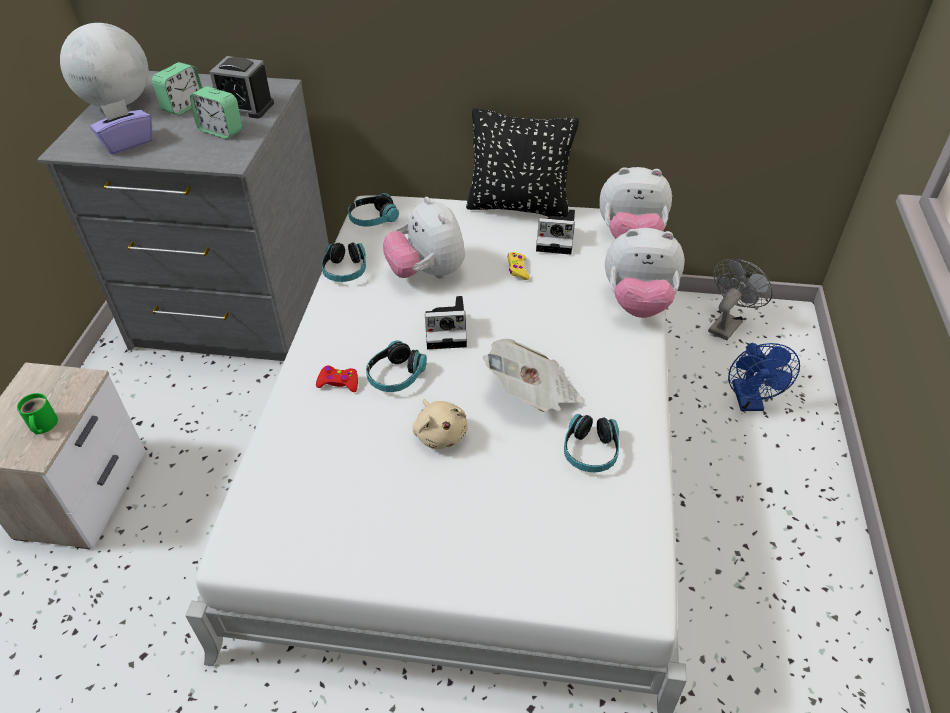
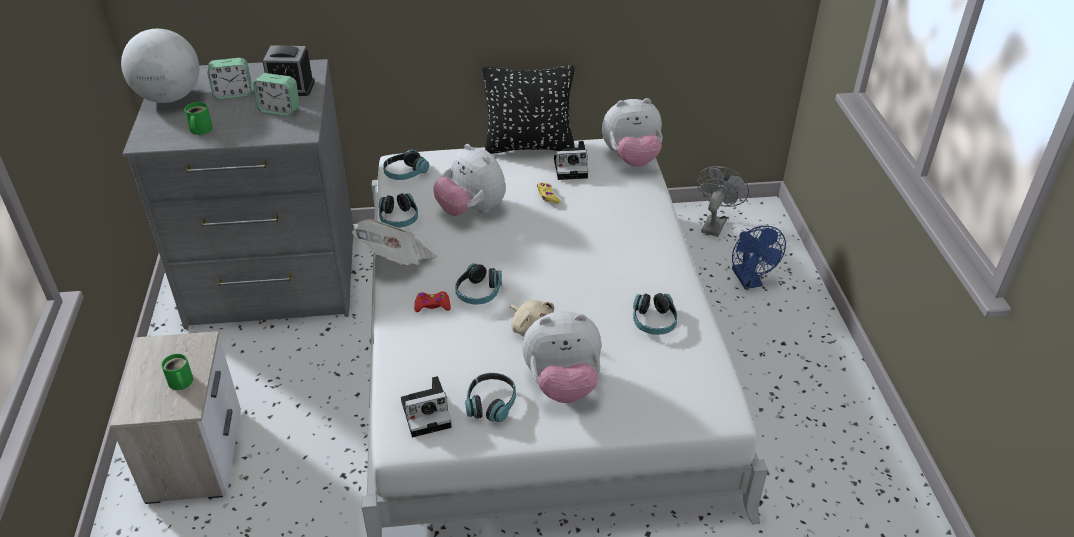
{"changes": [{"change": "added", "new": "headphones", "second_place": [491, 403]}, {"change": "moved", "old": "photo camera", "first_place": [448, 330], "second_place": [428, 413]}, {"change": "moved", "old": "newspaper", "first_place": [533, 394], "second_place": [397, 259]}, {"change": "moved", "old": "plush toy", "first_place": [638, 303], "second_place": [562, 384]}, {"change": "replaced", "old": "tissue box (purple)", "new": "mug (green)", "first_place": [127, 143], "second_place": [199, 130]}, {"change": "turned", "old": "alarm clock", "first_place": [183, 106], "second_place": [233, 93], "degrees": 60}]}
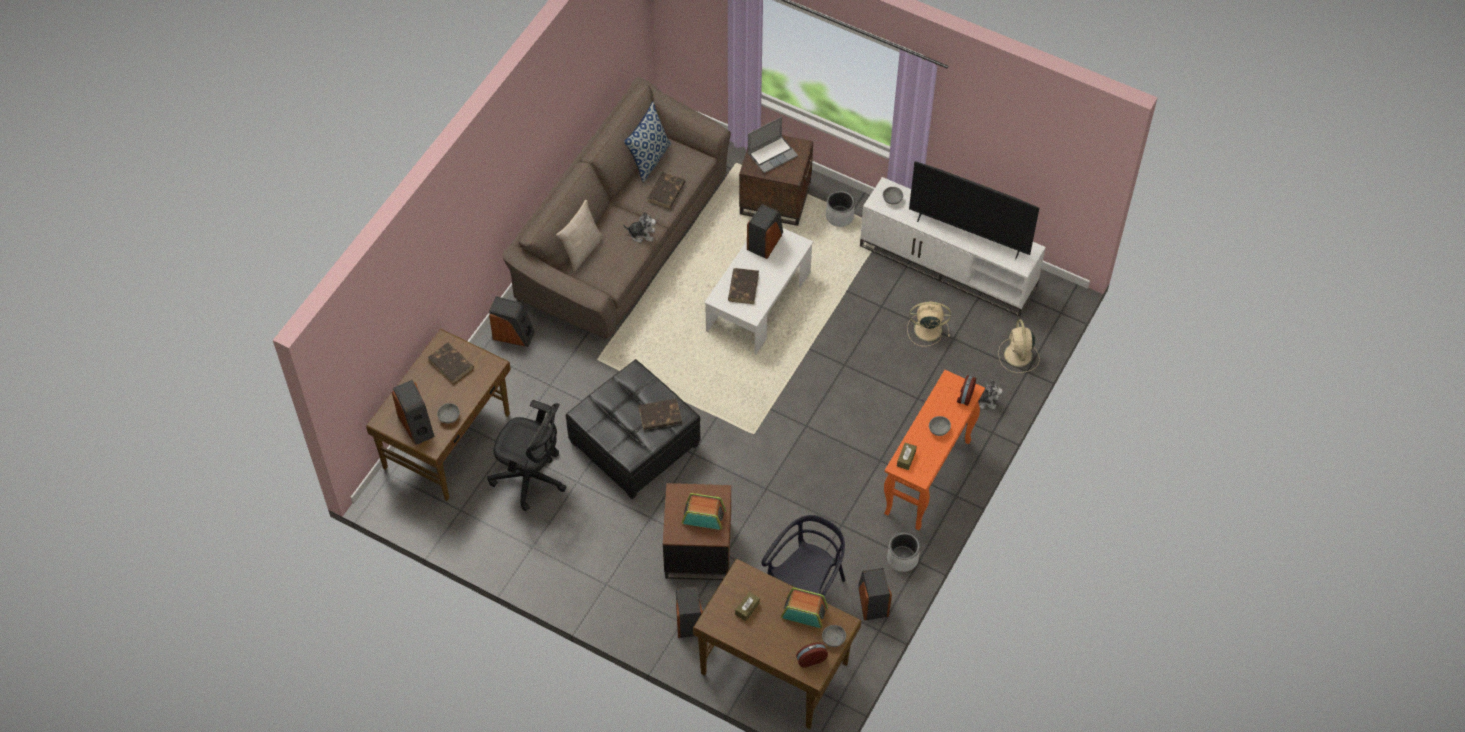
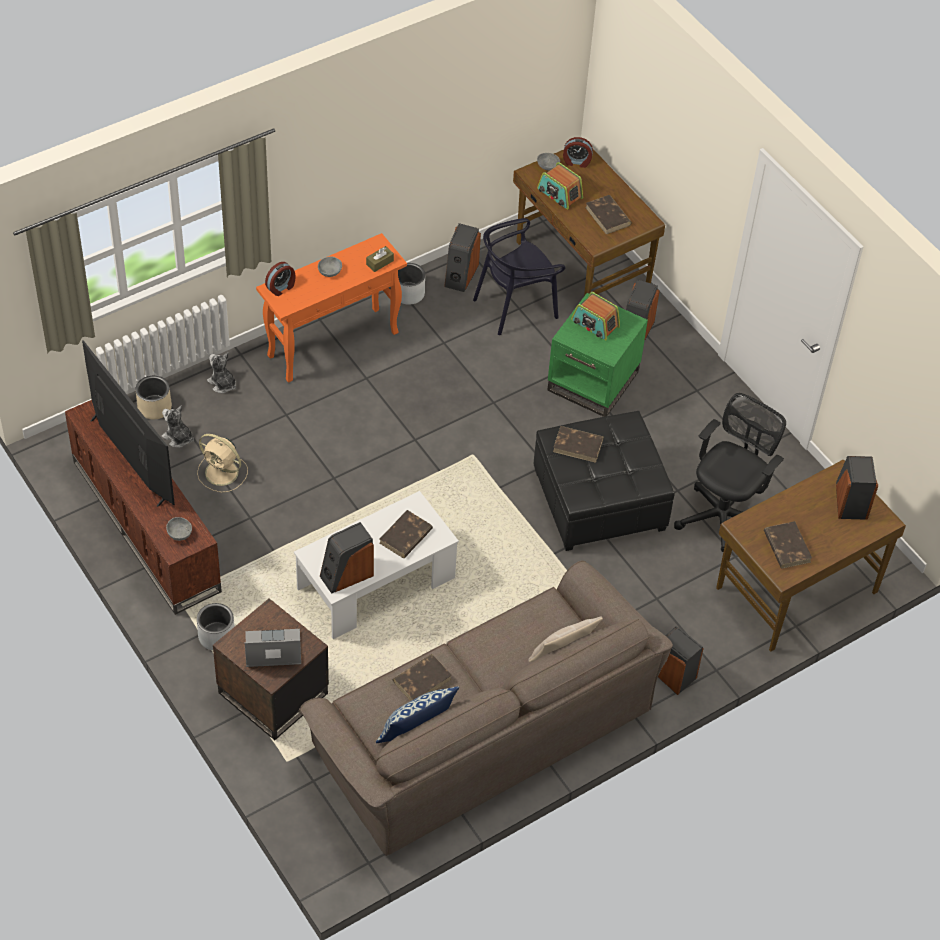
{"changes": [{"change": "removed", "old": "bowl (grey)", "first_place": [449, 417]}, {"change": "moved", "old": "plush toy", "first_place": [641, 234], "second_place": [178, 438]}, {"change": "replaced", "old": "tissue box (brown)", "new": "book (brown)", "first_place": [747, 609], "second_place": [608, 216]}, {"change": "replaced", "old": "fan (beige)", "new": "planter (beige)", "first_place": [1018, 356], "second_place": [154, 407]}, {"change": "recoloured", "old": "side table (brown)", "new": "side table (green)", "first_place": [697, 549], "second_place": [593, 381]}, {"change": "recoloured", "old": "tv stand (white)", "new": "tv stand (brown)", "first_place": [949, 266], "second_place": [144, 525]}, {"change": "turned", "old": "office chair (black)", "first_place": [531, 478], "second_place": [723, 514], "degrees": 75}]}
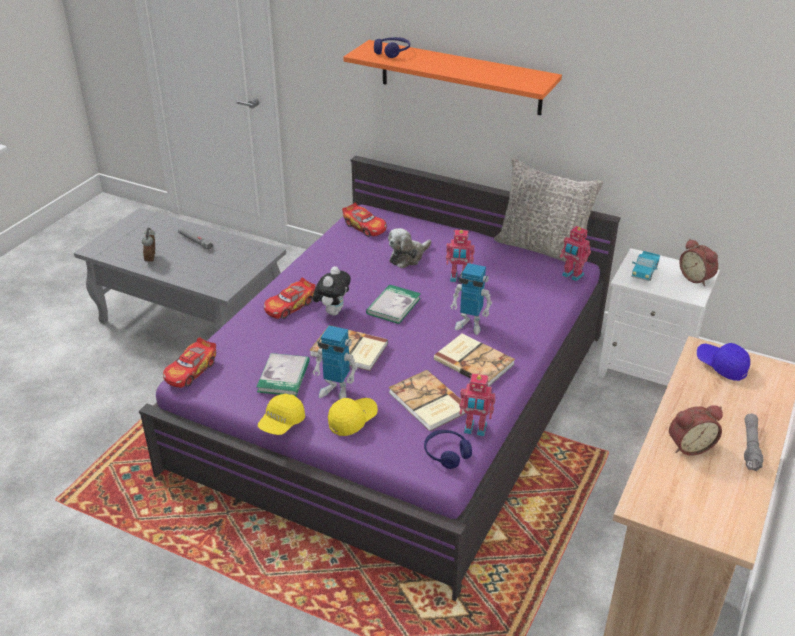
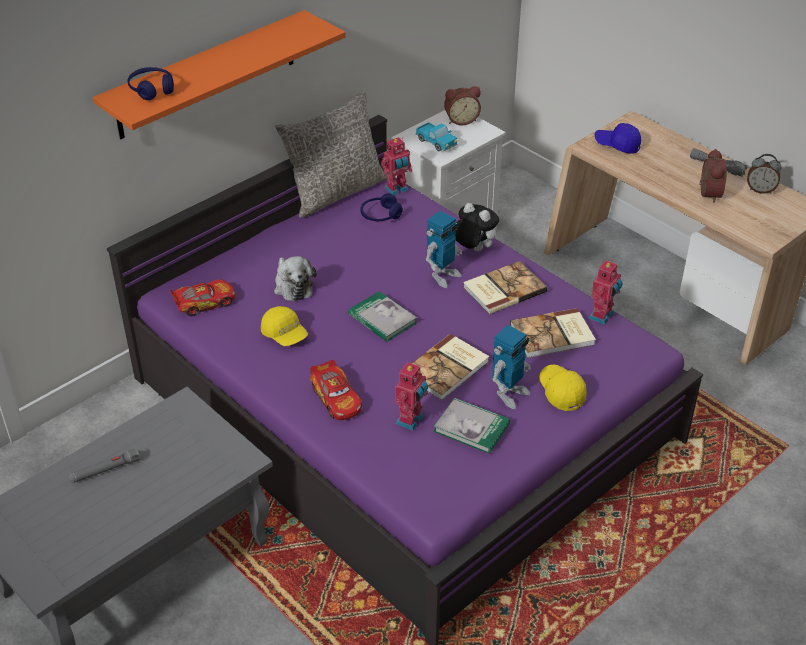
{"changes": [{"change": "removed", "old": "toy car", "first_place": [191, 371]}, {"change": "moved", "old": "alarm clock", "first_place": [152, 259], "second_place": [760, 190]}, {"change": "moved", "old": "cap (yellow)", "first_place": [282, 423], "second_place": [285, 335]}, {"change": "moved", "old": "plush toy", "first_place": [333, 311], "second_place": [473, 249]}, {"change": "moved", "old": "headphones (blue)", "first_place": [446, 453], "second_place": [380, 215]}, {"change": "moved", "old": "toy robot", "first_place": [458, 279], "second_place": [411, 421]}, {"change": "turned", "old": "cap (blue)", "first_place": [721, 366], "second_place": [617, 145], "degrees": 45}]}
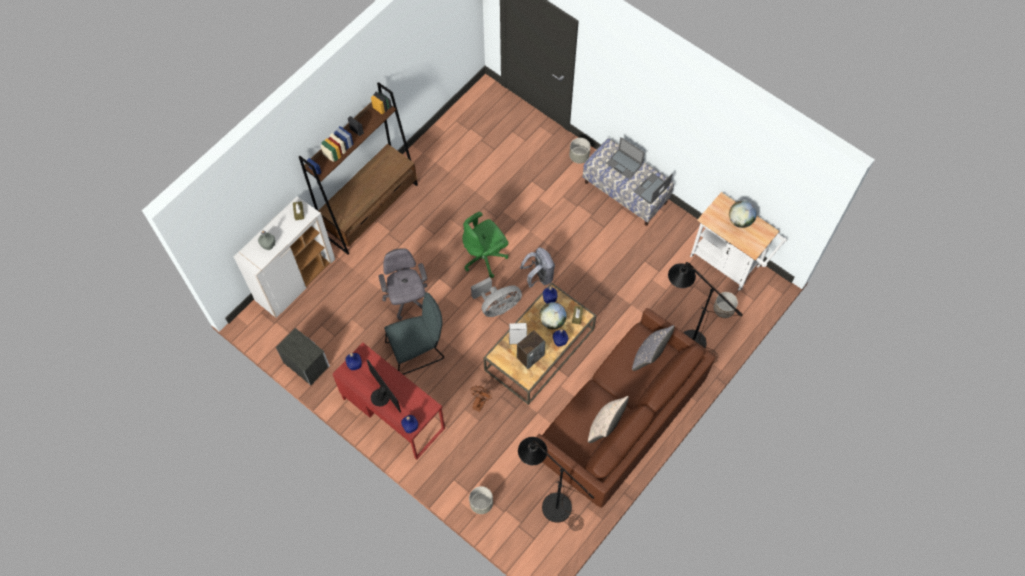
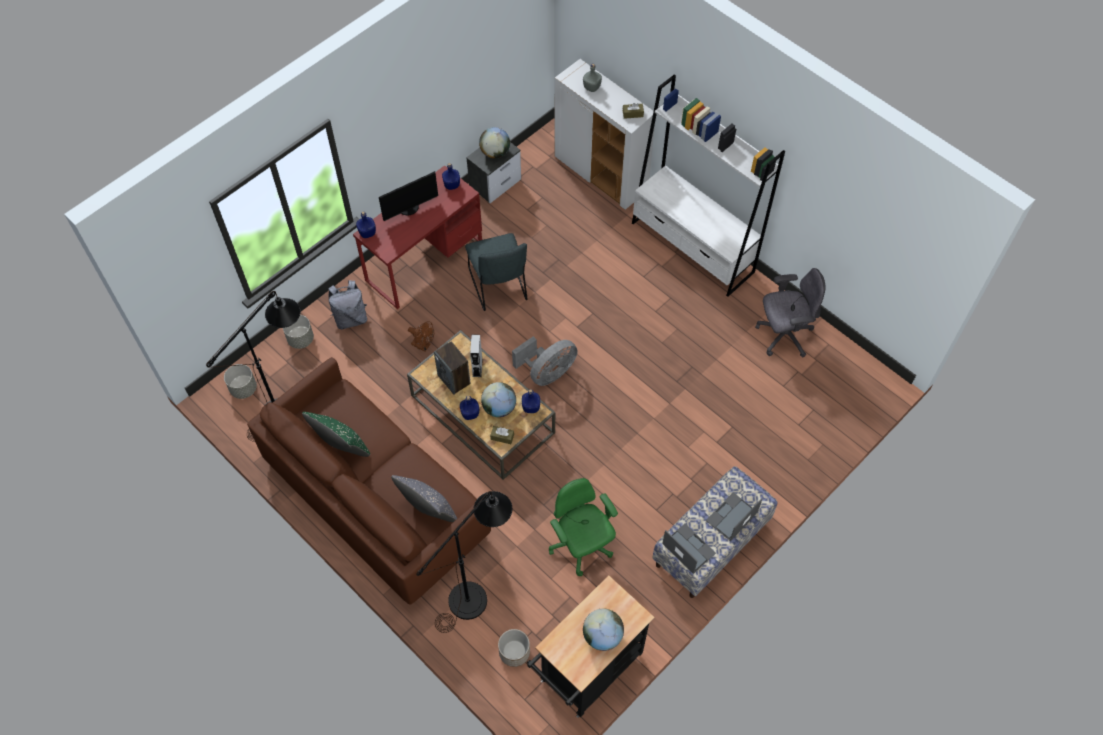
{"changes": [{"change": "added", "new": "globe", "second_place": [495, 153]}, {"change": "moved", "old": "office chair (grey)", "first_place": [406, 299], "second_place": [783, 335]}, {"change": "moved", "old": "office chair (green)", "first_place": [485, 257], "second_place": [581, 546]}, {"change": "moved", "old": "backpack (grey)", "first_place": [539, 277], "second_place": [351, 318]}, {"change": "moved", "old": "planter (grey)", "first_place": [579, 156], "second_place": [243, 388]}, {"change": "recoloured", "old": "bookcase (brown)", "new": "bookcase (white)", "first_place": [371, 210], "second_place": [692, 248]}, {"change": "recoloured", "old": "pillow (beige)", "new": "pillow (green)", "first_place": [605, 426], "second_place": [342, 446]}, {"change": "recoloured", "old": "cart (white)", "new": "cart (black)", "first_place": [729, 263], "second_place": [587, 672]}, {"change": "turned", "old": "fan (grey)", "first_place": [497, 306], "second_place": [547, 373], "degrees": -105}]}
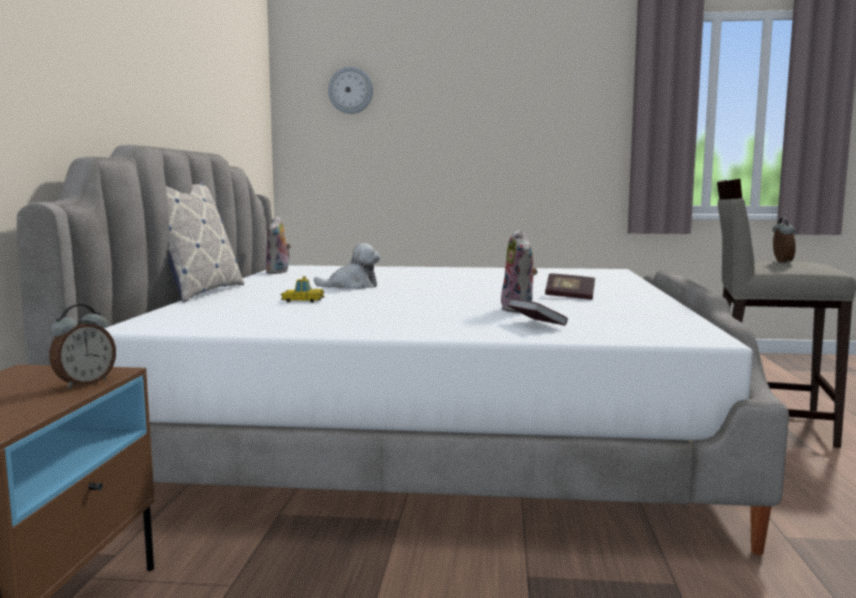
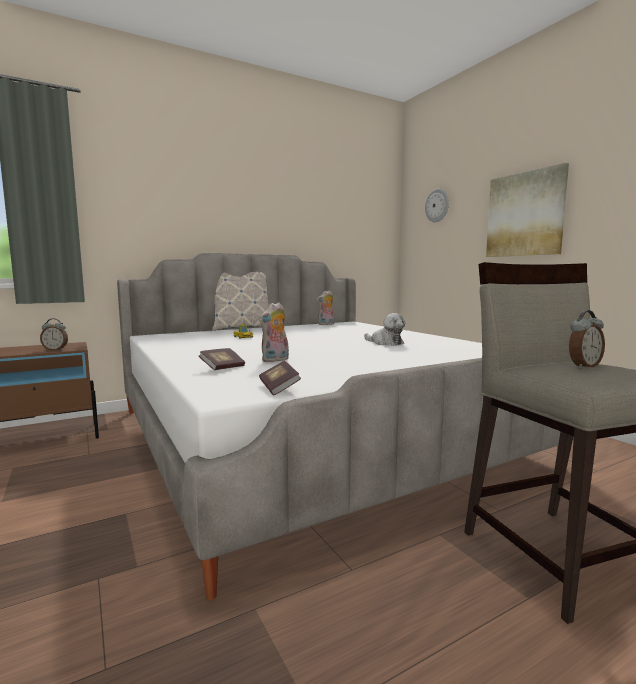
{"changes": [{"change": "added", "new": "picture", "second_place": [525, 214]}, {"change": "moved", "old": "plush toy", "first_place": [352, 286], "second_place": [385, 343]}, {"change": "moved", "old": "book", "first_place": [569, 297], "second_place": [279, 388]}]}
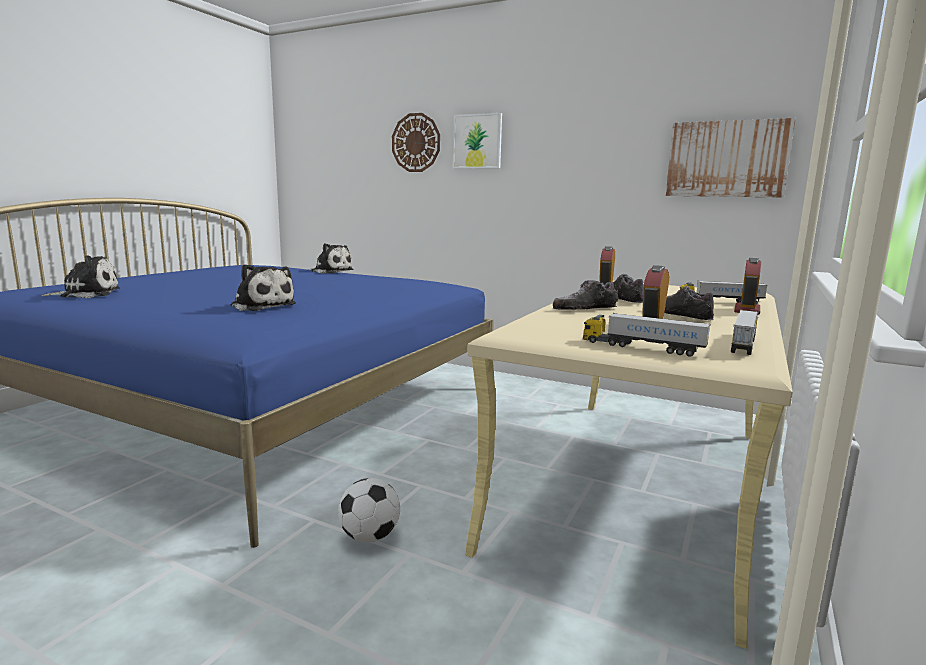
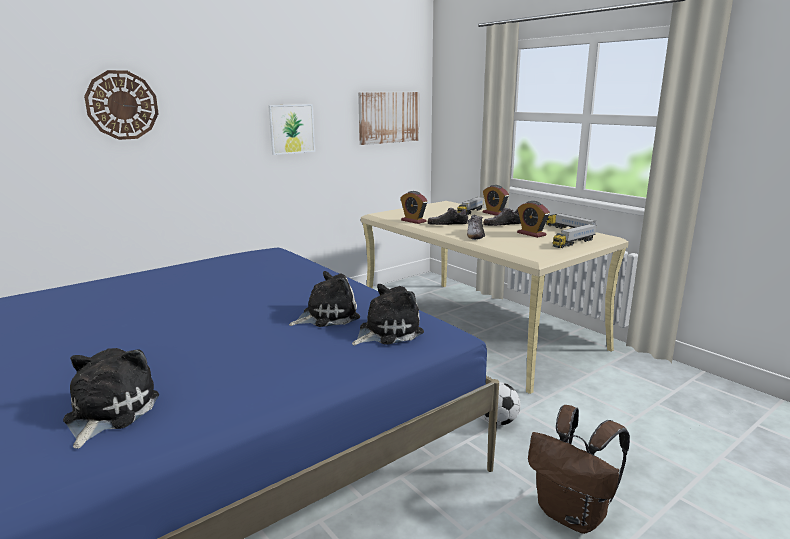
{"changes": [{"change": "added", "new": "backpack (brown)", "second_place": [573, 515]}, {"change": "moved", "old": "plush toy", "first_place": [330, 271], "second_place": [387, 331]}, {"change": "moved", "old": "picture", "first_place": [477, 141], "second_place": [291, 129]}]}
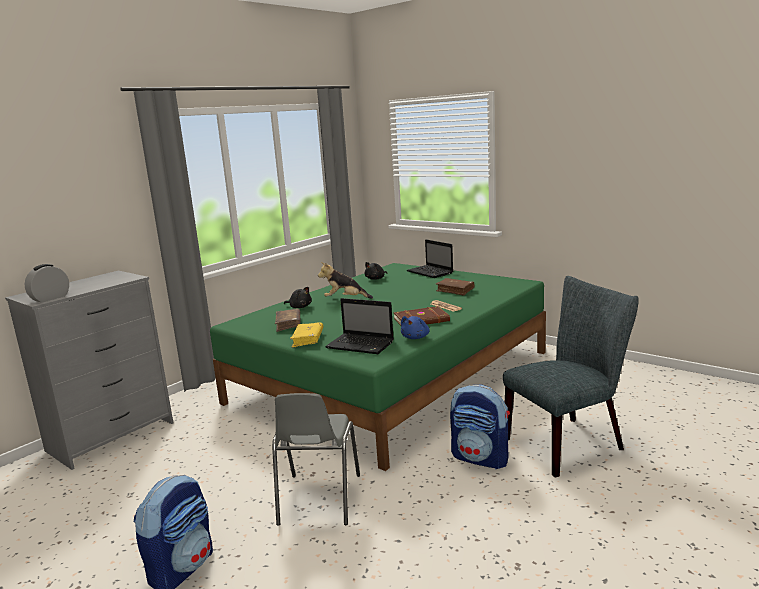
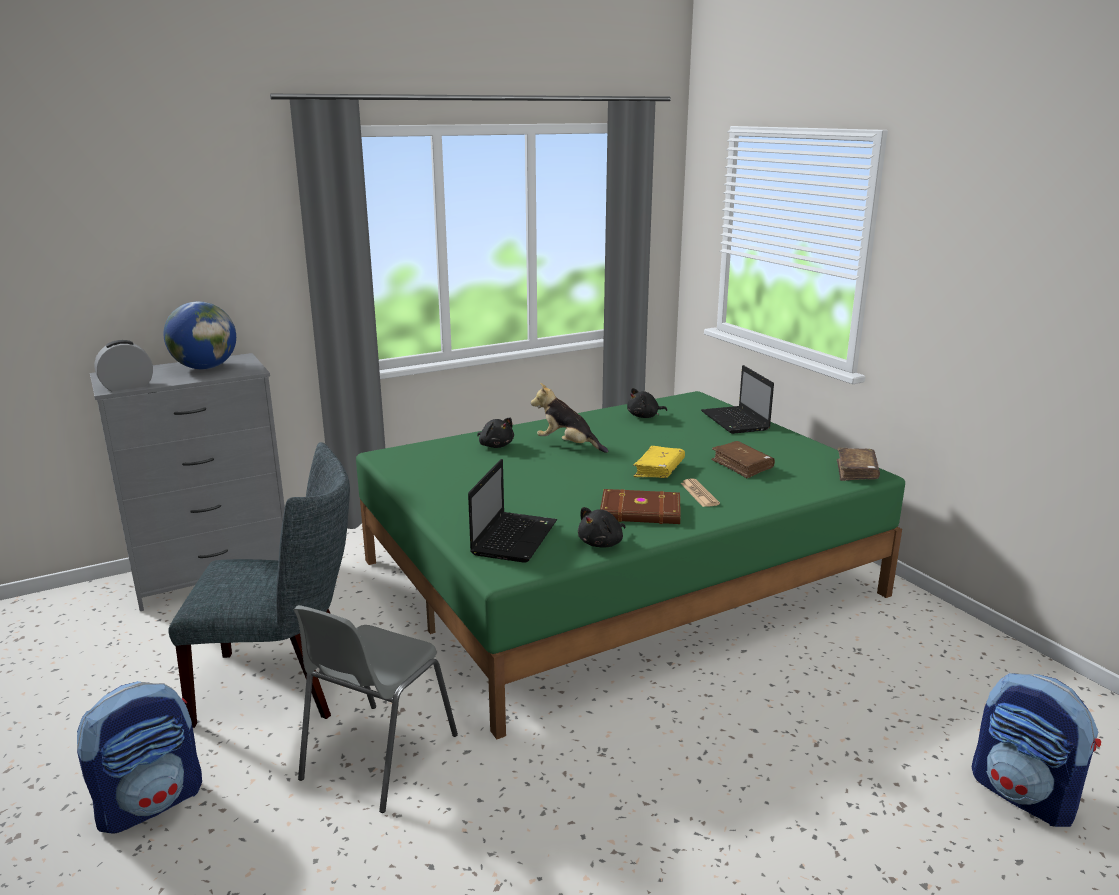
{"changes": [{"change": "added", "new": "globe", "second_place": [205, 368]}, {"change": "moved", "old": "book (brown)", "first_place": [288, 324], "second_place": [856, 471]}, {"change": "moved", "old": "book (yellow)", "first_place": [308, 340], "second_place": [659, 470]}, {"change": "moved", "old": "backpack", "first_place": [481, 458], "second_place": [1024, 795]}, {"change": "moved", "old": "chair (grey)", "first_place": [569, 442], "second_place": [284, 685]}, {"change": "recoloured", "old": "plush toy (blue)", "new": "plush toy (black)", "first_place": [416, 337], "second_place": [602, 543]}, {"change": "turned", "old": "laptop", "first_place": [361, 345], "second_place": [514, 537], "degrees": -120}]}
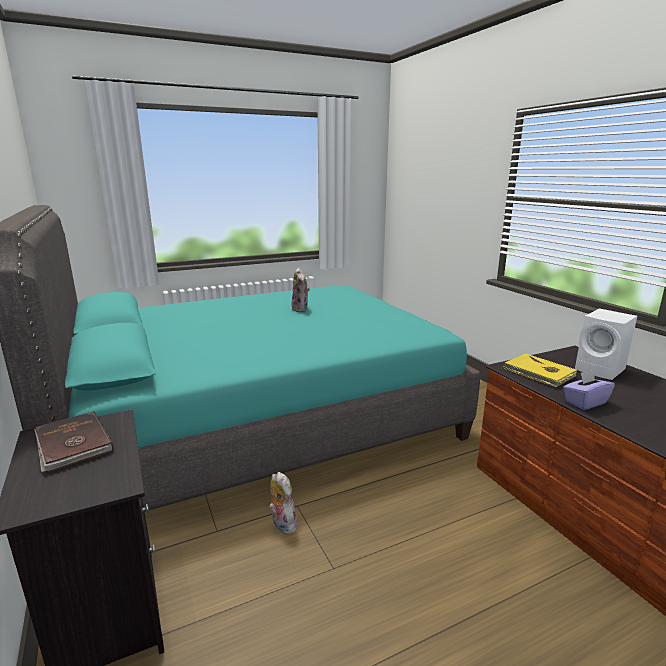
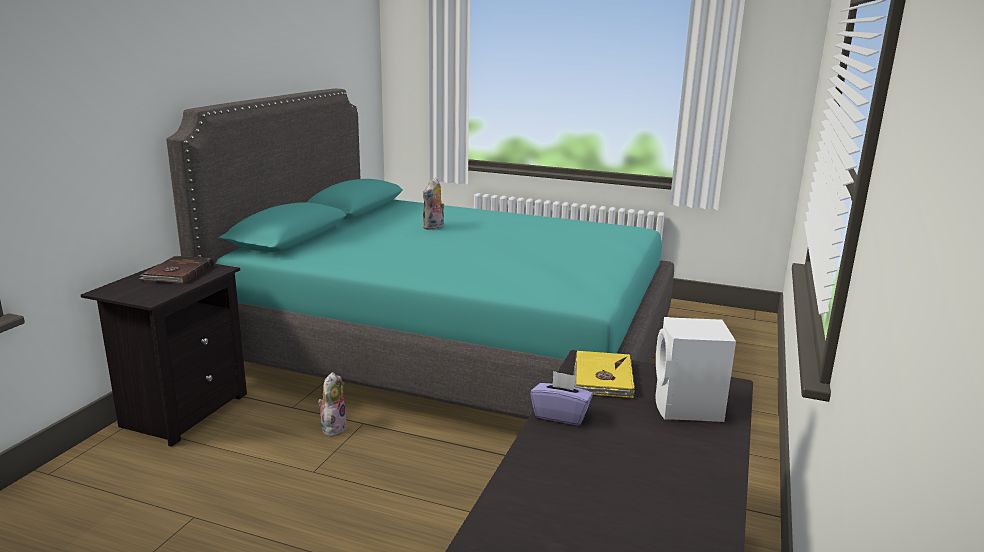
{"changes": [{"change": "moved", "old": "plush toy", "first_place": [301, 309], "second_place": [434, 227]}]}
